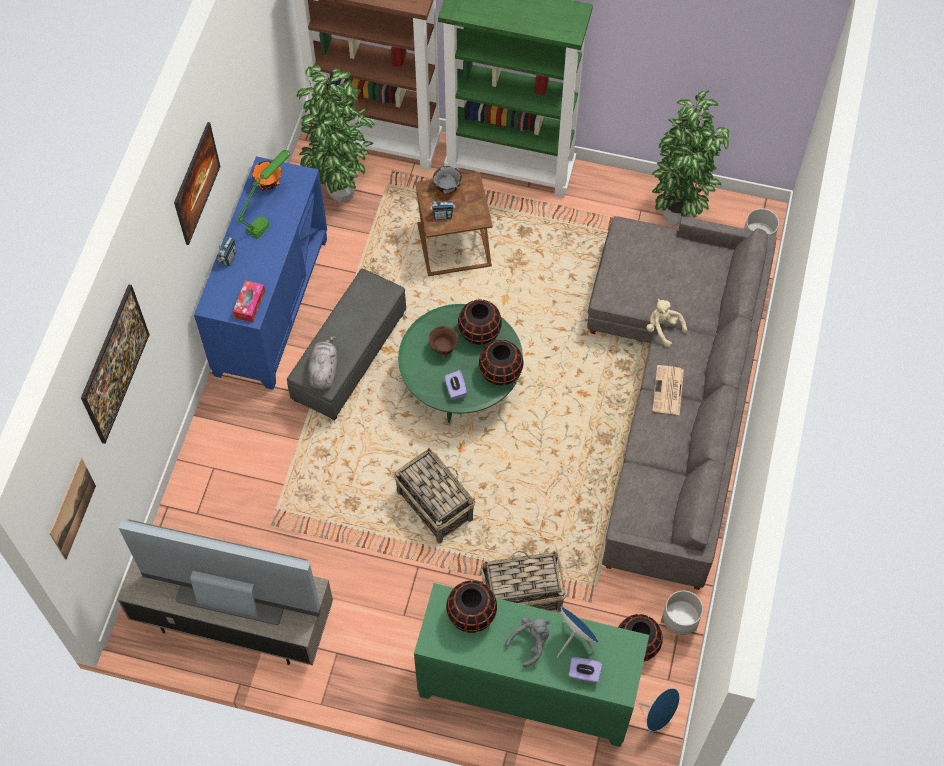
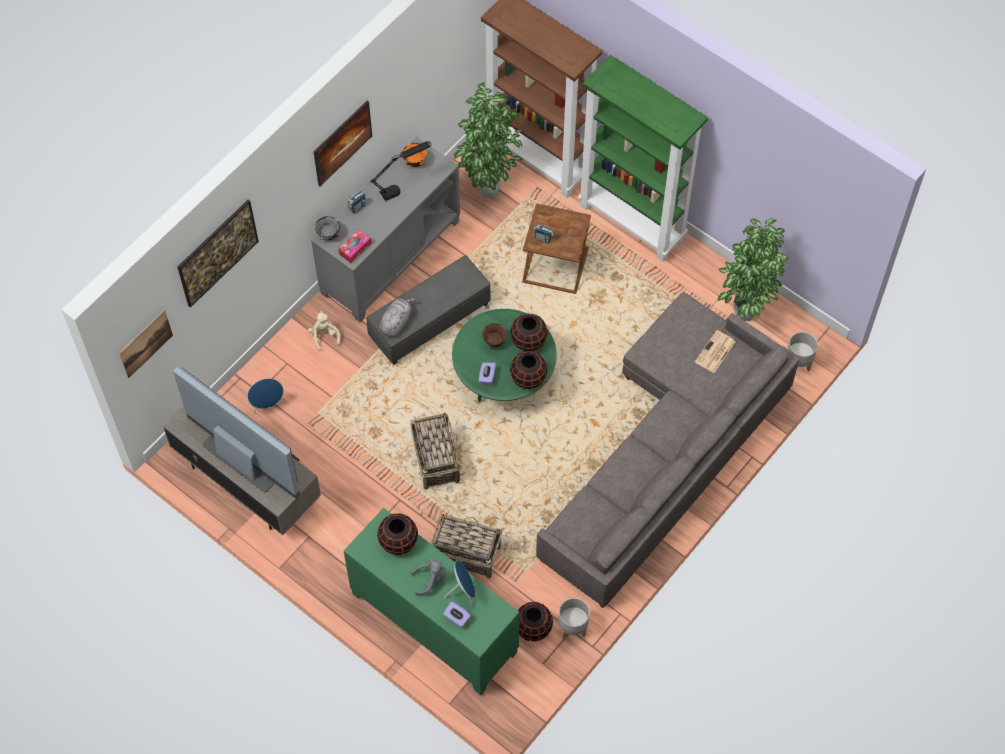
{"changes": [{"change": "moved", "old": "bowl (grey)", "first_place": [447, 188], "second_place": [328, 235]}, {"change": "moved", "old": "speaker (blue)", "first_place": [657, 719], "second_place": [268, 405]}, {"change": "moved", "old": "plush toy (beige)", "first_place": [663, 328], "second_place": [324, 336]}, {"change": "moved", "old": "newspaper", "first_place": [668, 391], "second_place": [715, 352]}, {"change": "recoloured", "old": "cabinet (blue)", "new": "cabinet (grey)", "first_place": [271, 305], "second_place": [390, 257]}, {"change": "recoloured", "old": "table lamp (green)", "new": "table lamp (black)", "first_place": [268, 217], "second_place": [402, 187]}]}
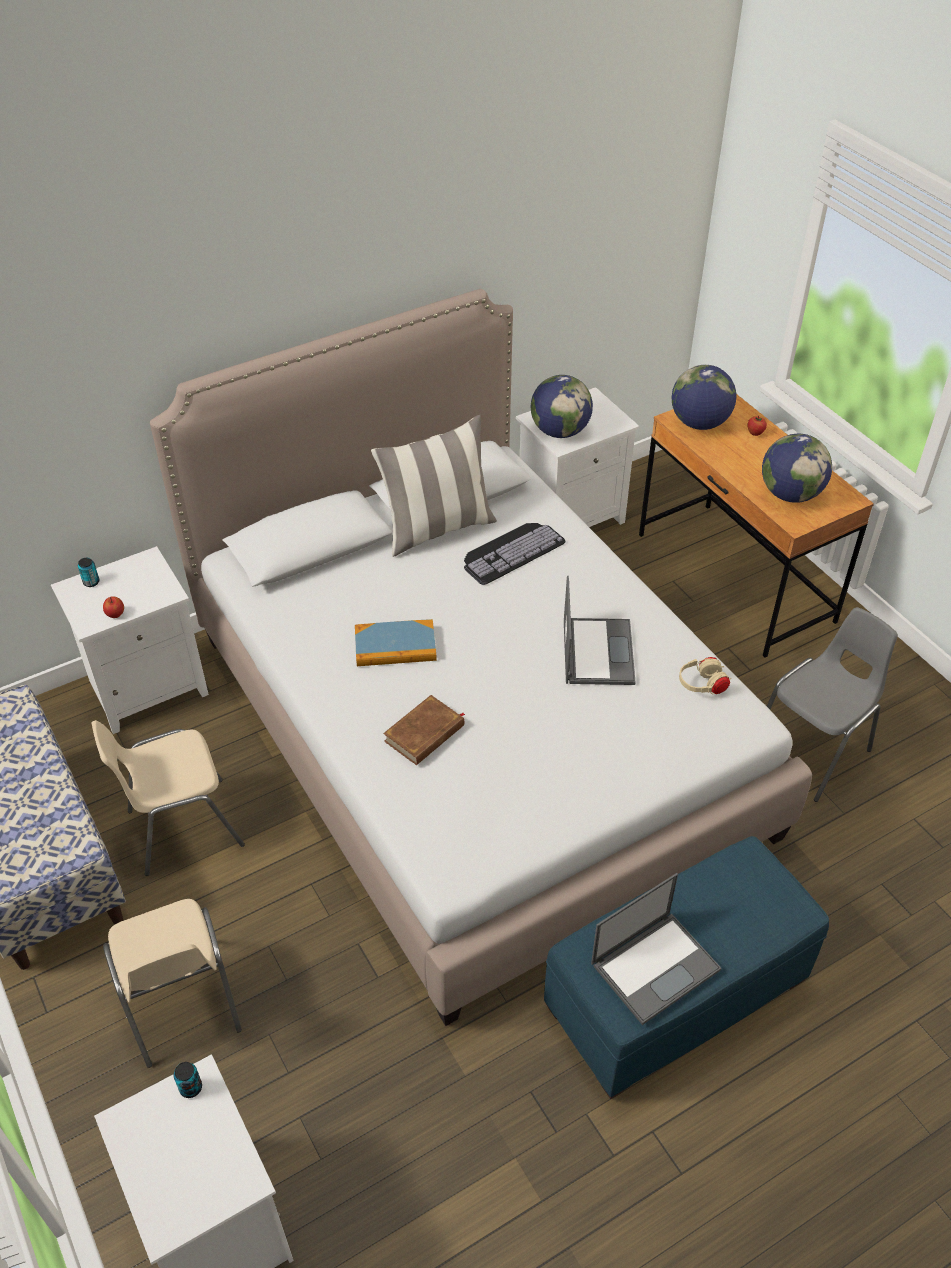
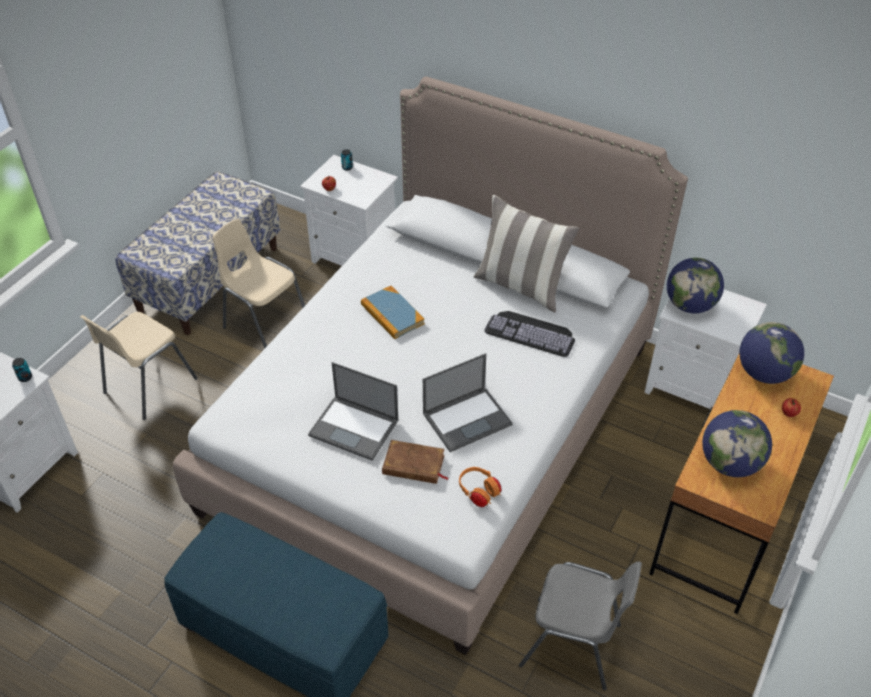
{"changes": [{"change": "moved", "old": "book (brown)", "first_place": [425, 733], "second_place": [413, 465]}, {"change": "moved", "old": "laptop", "first_place": [656, 965], "second_place": [355, 428]}, {"change": "recoloured", "old": "headphones (beige)", "new": "headphones (orange)", "first_place": [702, 685], "second_place": [479, 493]}]}
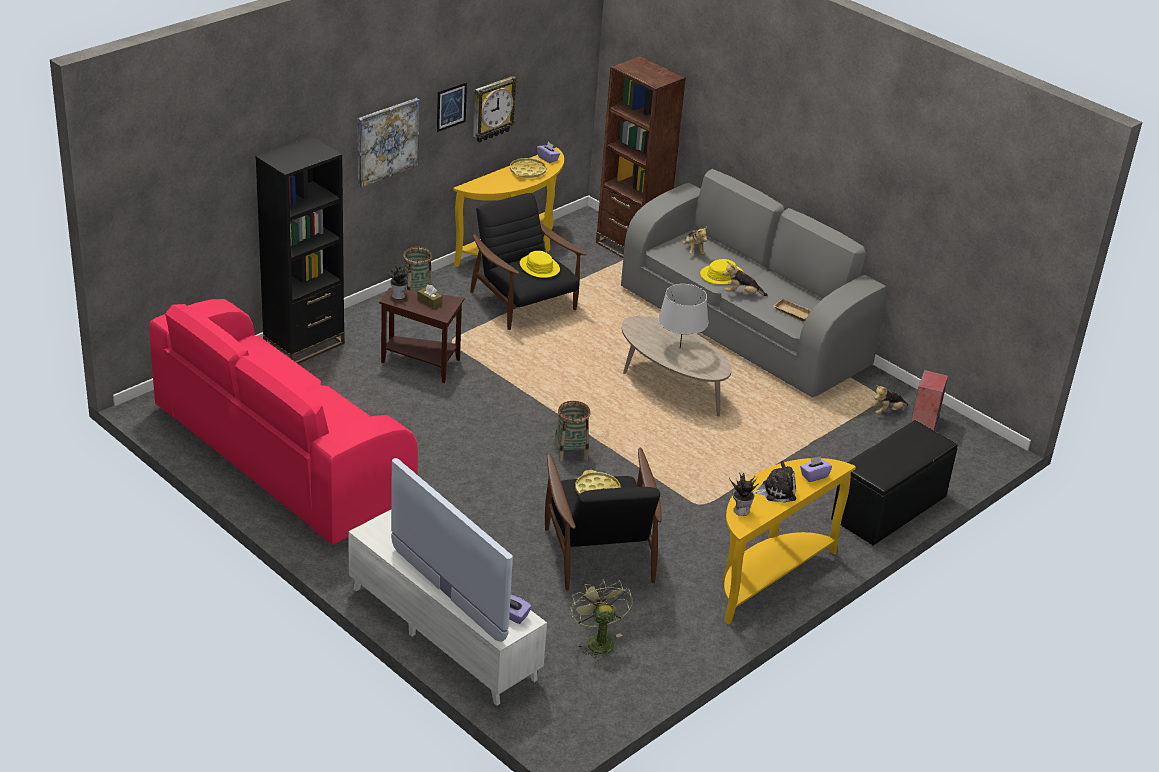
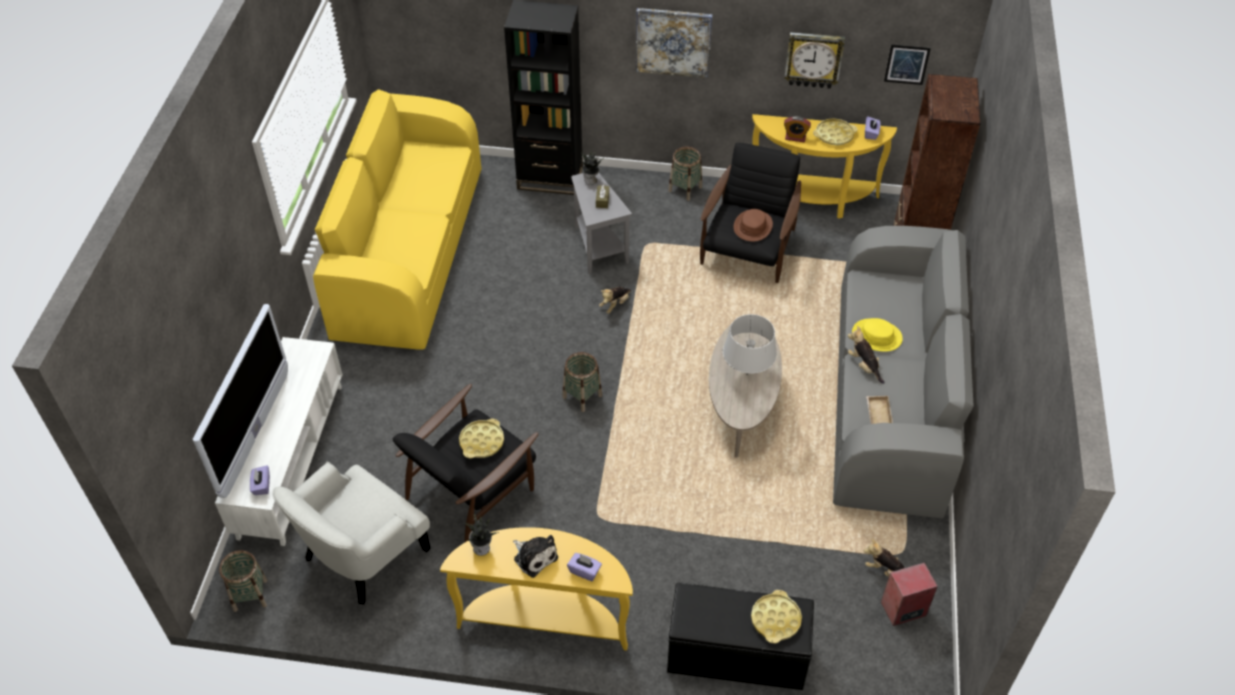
{"changes": [{"change": "added", "new": "basket", "second_place": [250, 595]}, {"change": "added", "new": "tray (yellow)", "second_place": [775, 619]}, {"change": "added", "new": "alarm clock", "second_place": [795, 137]}, {"change": "moved", "old": "picture", "first_place": [451, 106], "second_place": [906, 64]}, {"change": "moved", "old": "plush toy", "first_place": [693, 250], "second_place": [615, 304]}, {"change": "replaced", "old": "fan (green)", "new": "armchair (white)", "first_place": [598, 640], "second_place": [362, 554]}, {"change": "recoloured", "old": "sofa (pink)", "new": "sofa (yellow)", "first_place": [281, 456], "second_place": [409, 251]}, {"change": "recoloured", "old": "side table (brown)", "new": "side table (grey)", "first_place": [422, 364], "second_place": [598, 249]}, {"change": "recoloured", "old": "hat (yellow)", "new": "hat (brown)", "first_place": [539, 267], "second_place": [752, 226]}]}
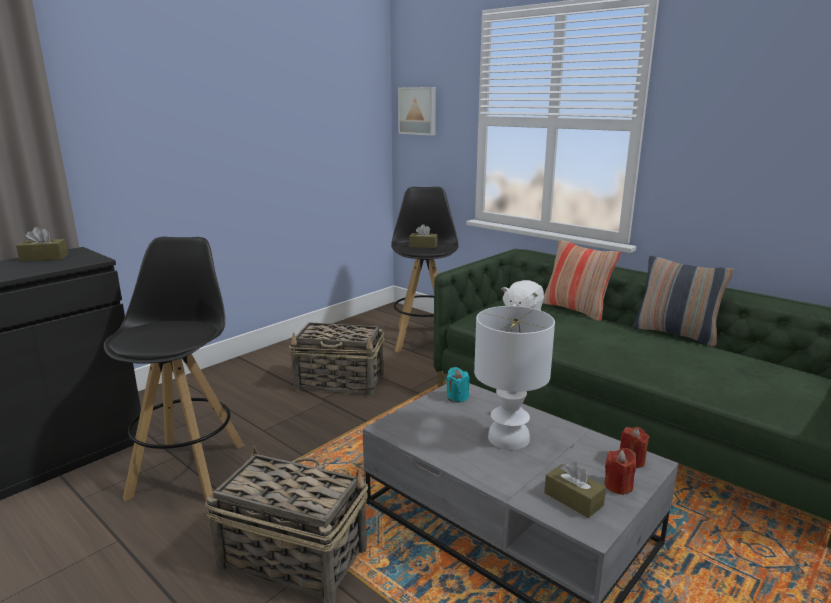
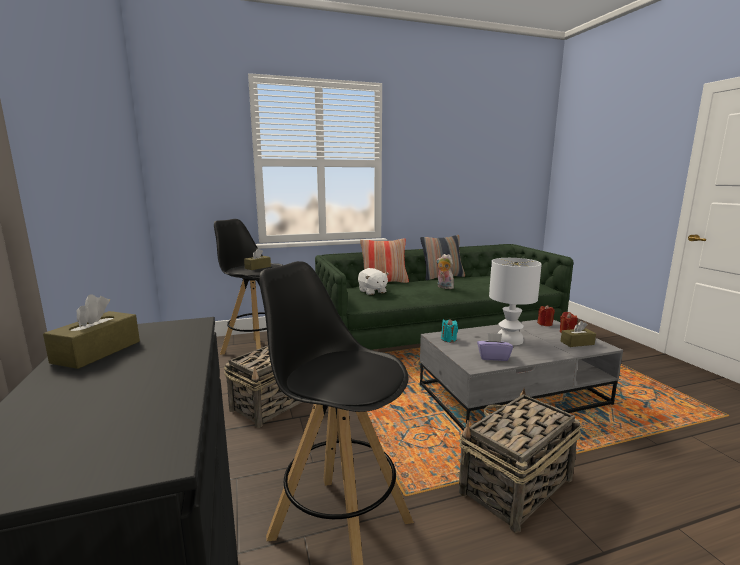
{"changes": [{"change": "removed", "old": "picture", "first_place": [418, 111]}, {"change": "added", "new": "plush toy", "second_place": [444, 287]}, {"change": "added", "new": "tissue box (purple)", "second_place": [493, 357]}]}
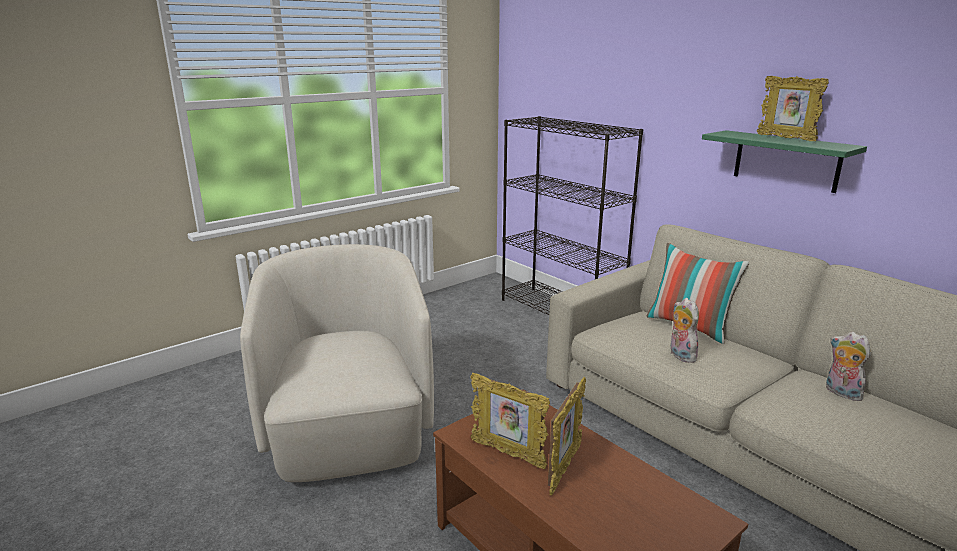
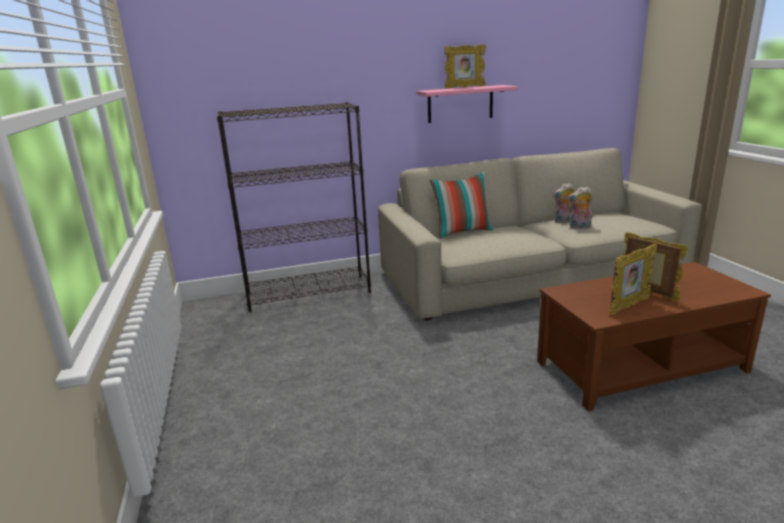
{"changes": [{"change": "removed", "old": "armchair (beige)", "first_place": [349, 433]}, {"change": "moved", "old": "plush toy", "first_place": [680, 355], "second_place": [579, 227]}, {"change": "recoloured", "old": "shelf (green)", "new": "shelf (pink)", "first_place": [786, 161], "second_place": [460, 104]}]}
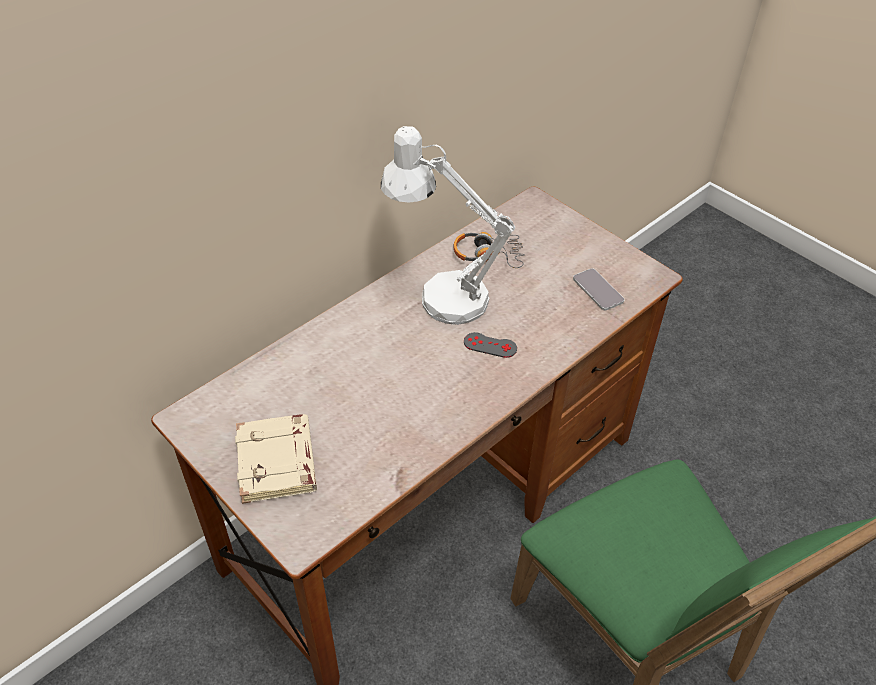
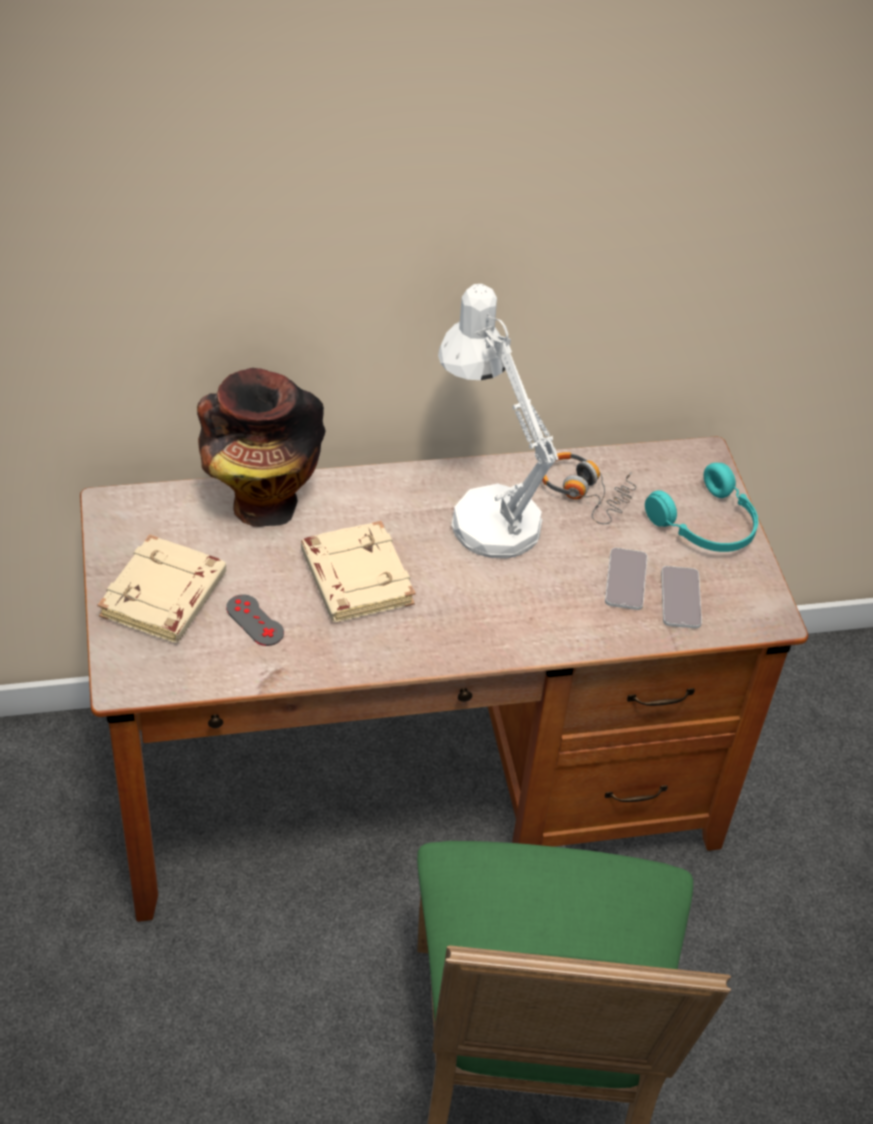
{"changes": [{"change": "added", "new": "vase", "second_place": [261, 504]}, {"change": "added", "new": "book (beige)", "second_place": [355, 578]}, {"change": "added", "new": "phone", "second_place": [626, 580]}, {"change": "added", "new": "headphones (turquoise)", "second_place": [707, 526]}, {"change": "moved", "old": "game controller (grey)", "first_place": [490, 345], "second_place": [255, 620]}]}
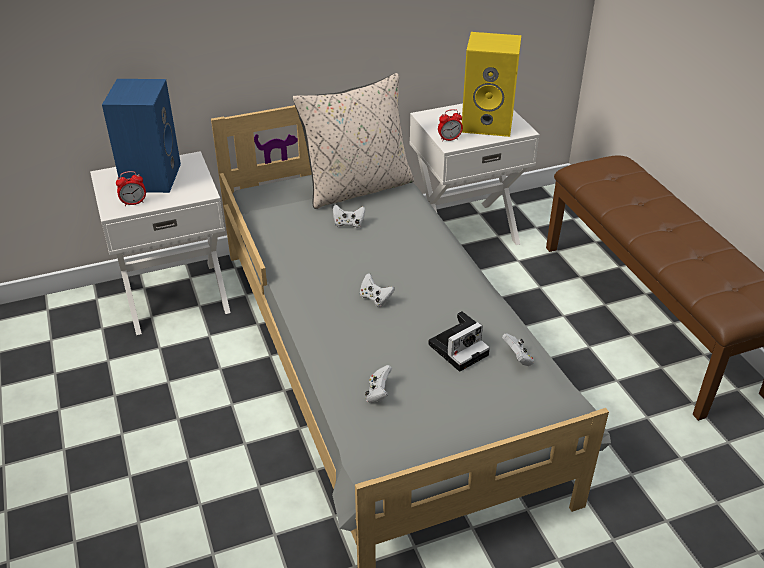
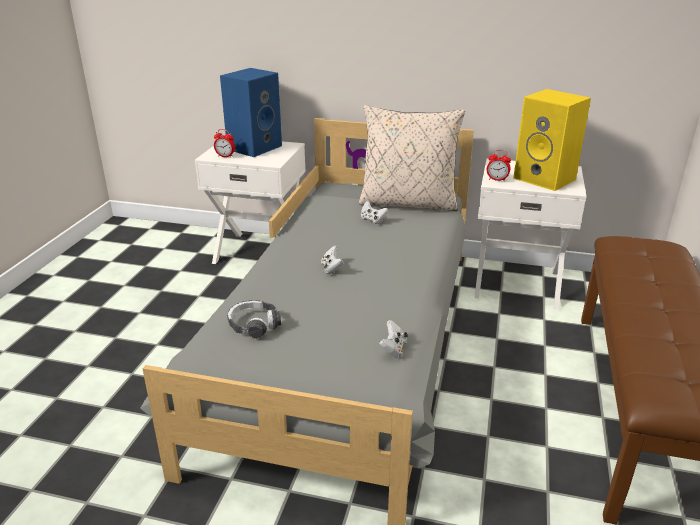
{"changes": [{"change": "removed", "old": "photo camera", "first_place": [459, 348]}, {"change": "replaced", "old": "game controller (white)", "new": "headphones", "first_place": [378, 393], "second_place": [254, 325]}]}
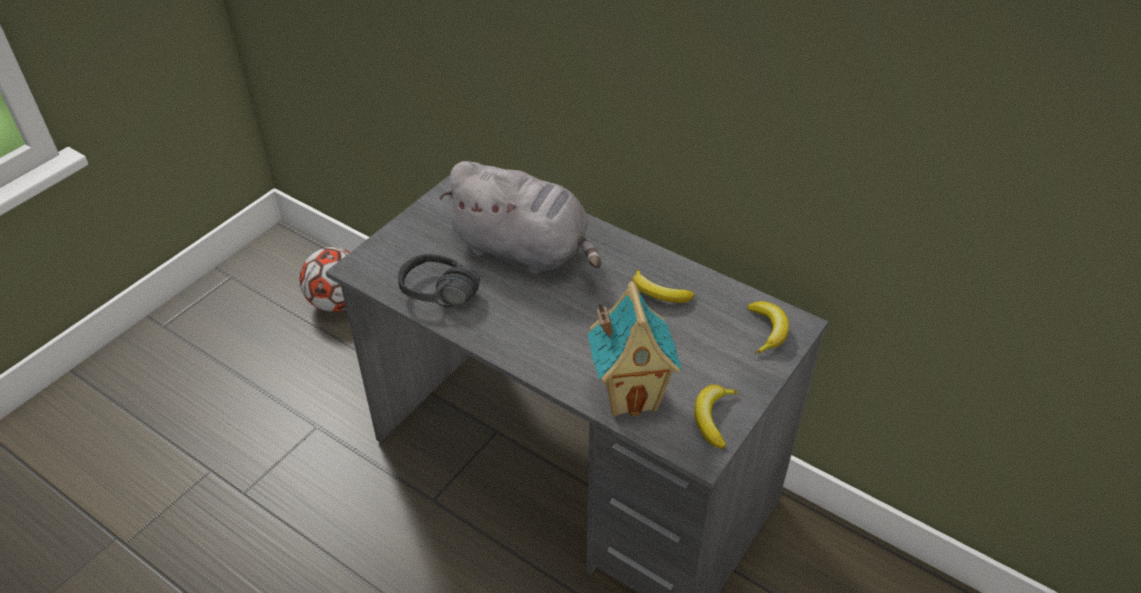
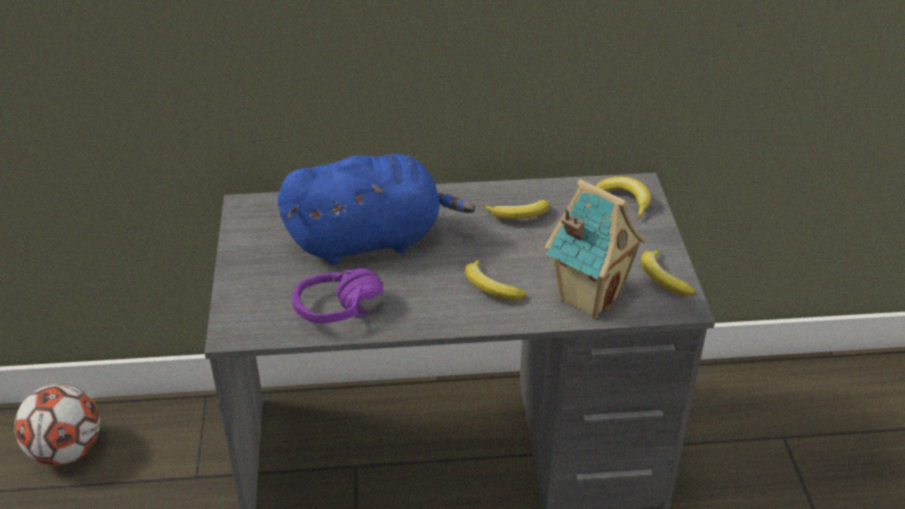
{"changes": [{"change": "added", "new": "banana", "second_place": [490, 287]}, {"change": "recoloured", "old": "headphones (black)", "new": "headphones (purple)", "first_place": [435, 300], "second_place": [343, 318]}, {"change": "recoloured", "old": "plush toy (grey)", "new": "plush toy (blue)", "first_place": [524, 250], "second_place": [371, 239]}]}
